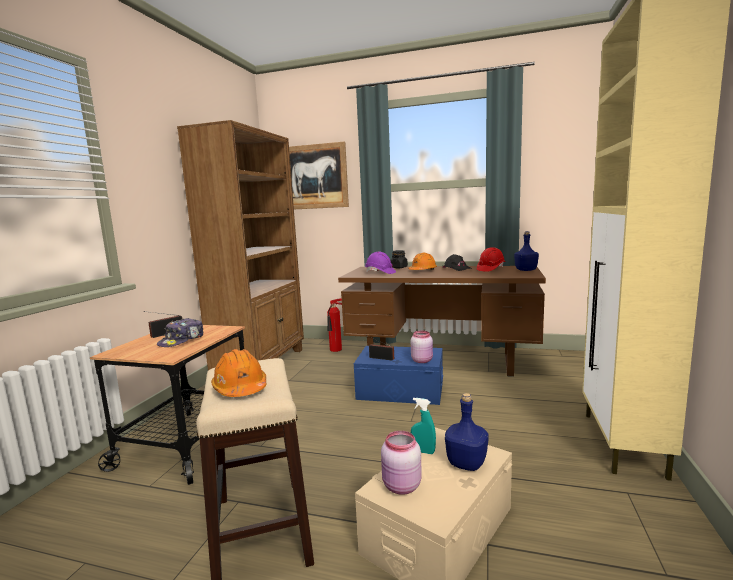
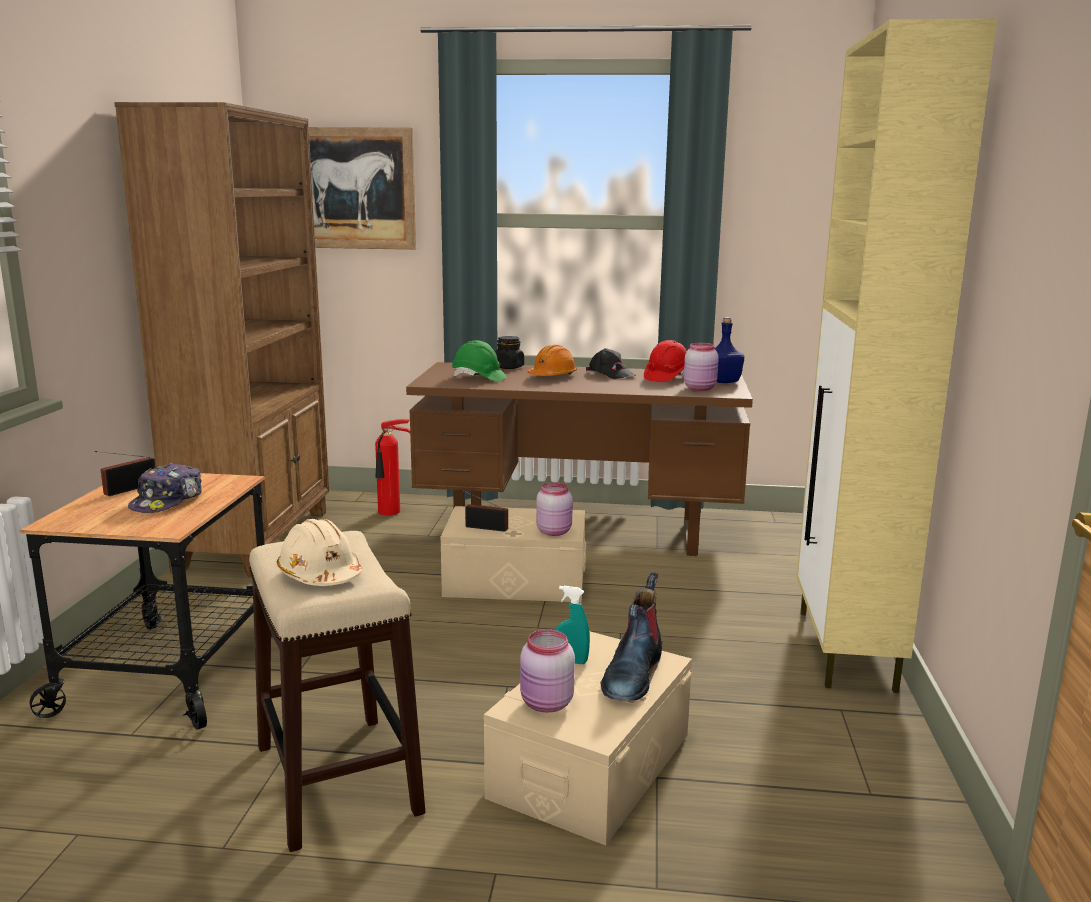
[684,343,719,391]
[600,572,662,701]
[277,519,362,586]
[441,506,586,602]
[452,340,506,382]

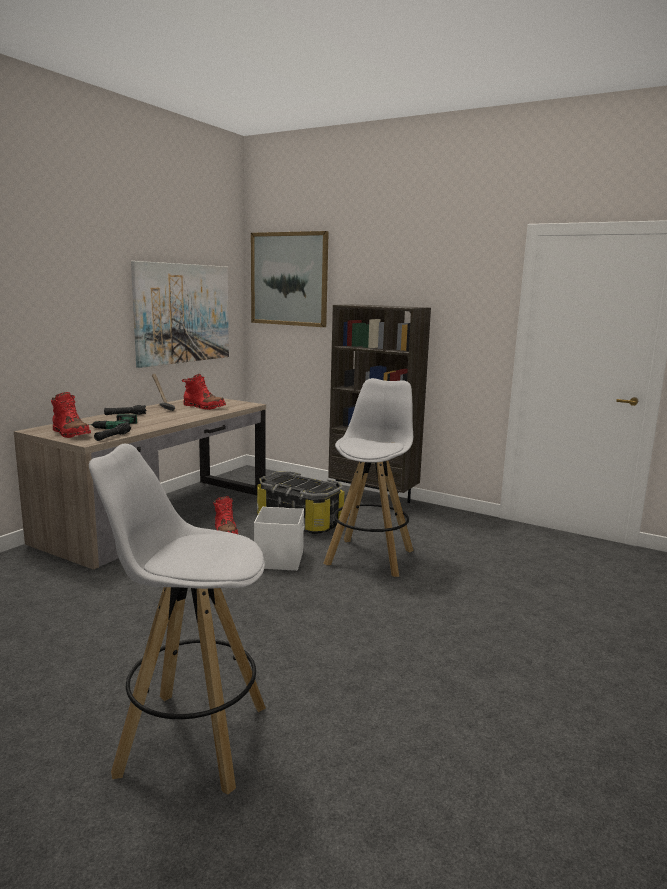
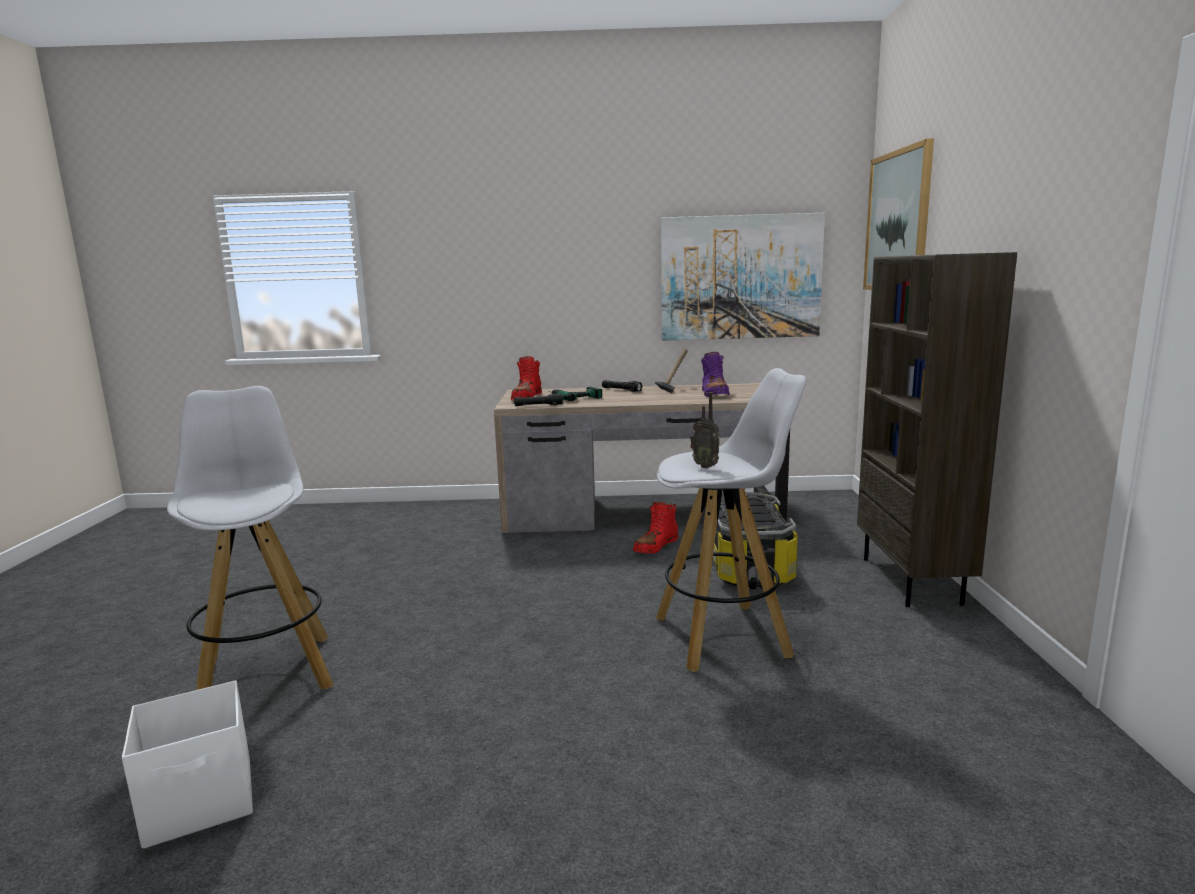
[690,392,720,468]
[122,680,253,849]
[701,352,730,397]

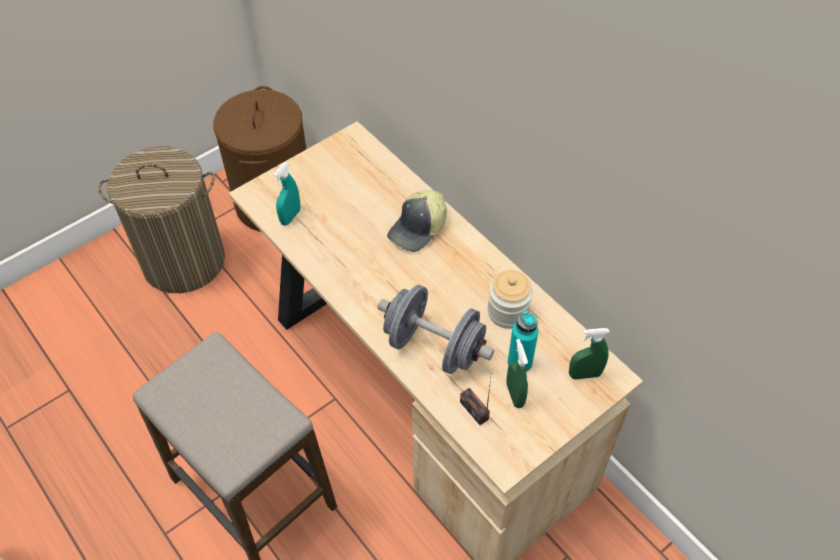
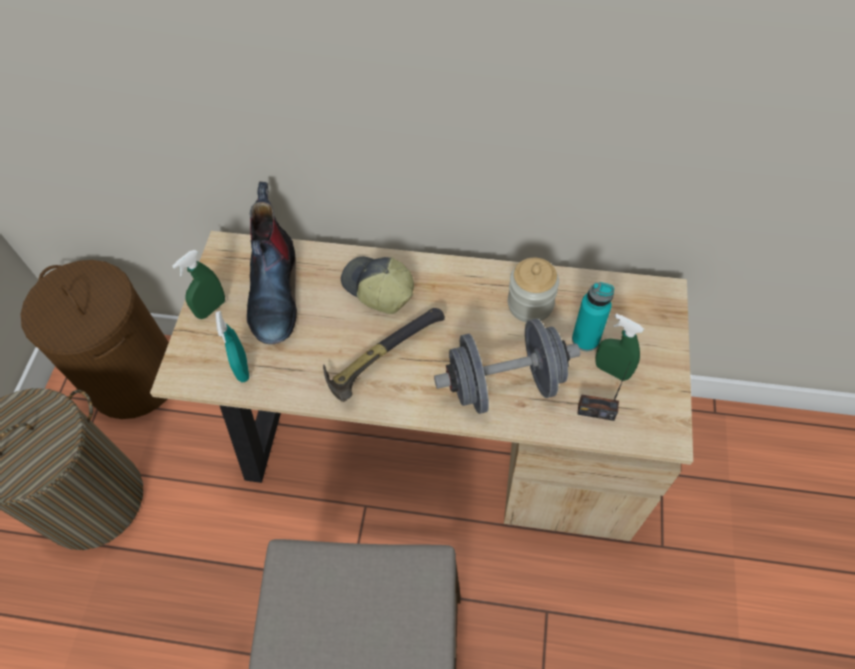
[247,182,297,344]
[323,308,445,402]
[172,250,225,319]
[341,257,414,314]

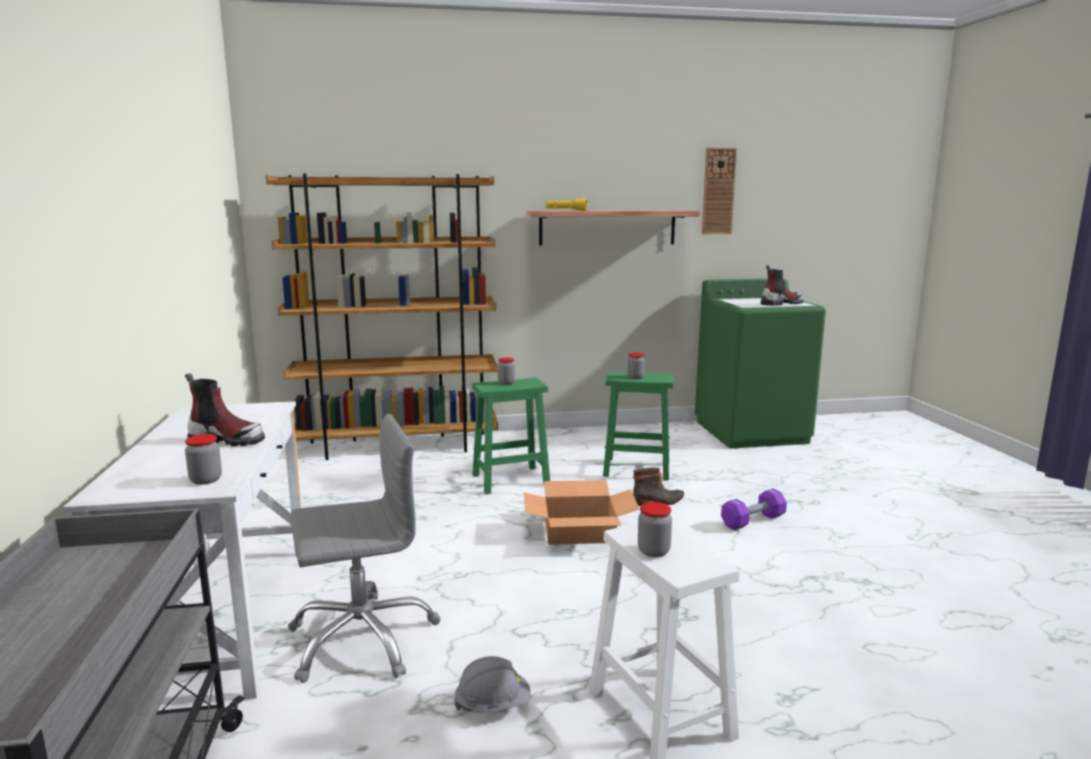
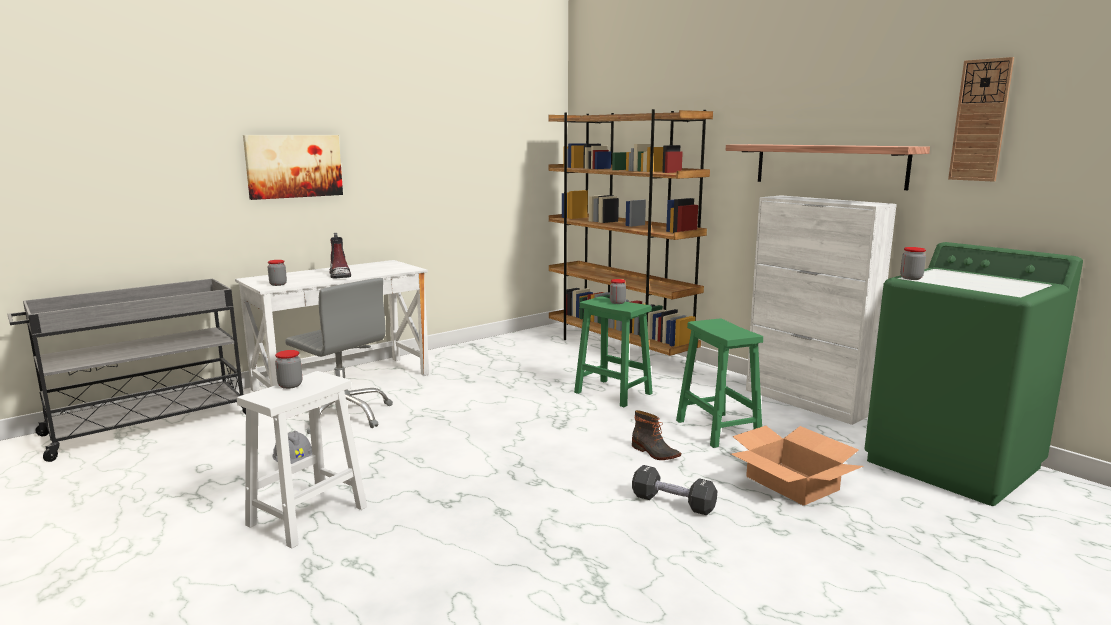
[545,198,587,211] (first image)
[761,265,804,306] (first image)
[243,135,343,200]
[746,195,897,425]
[731,426,864,506]
[900,247,926,280]
[632,465,717,515]

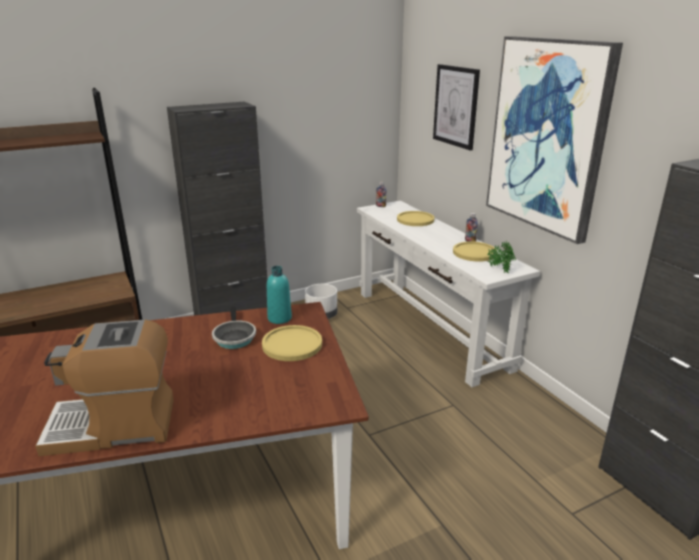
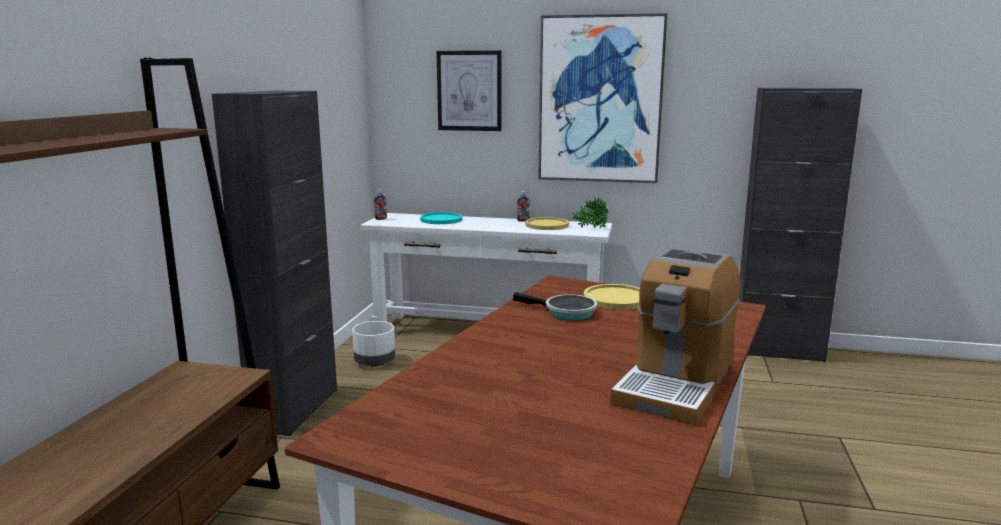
[267,266,292,324] (first image)
[420,212,462,224]

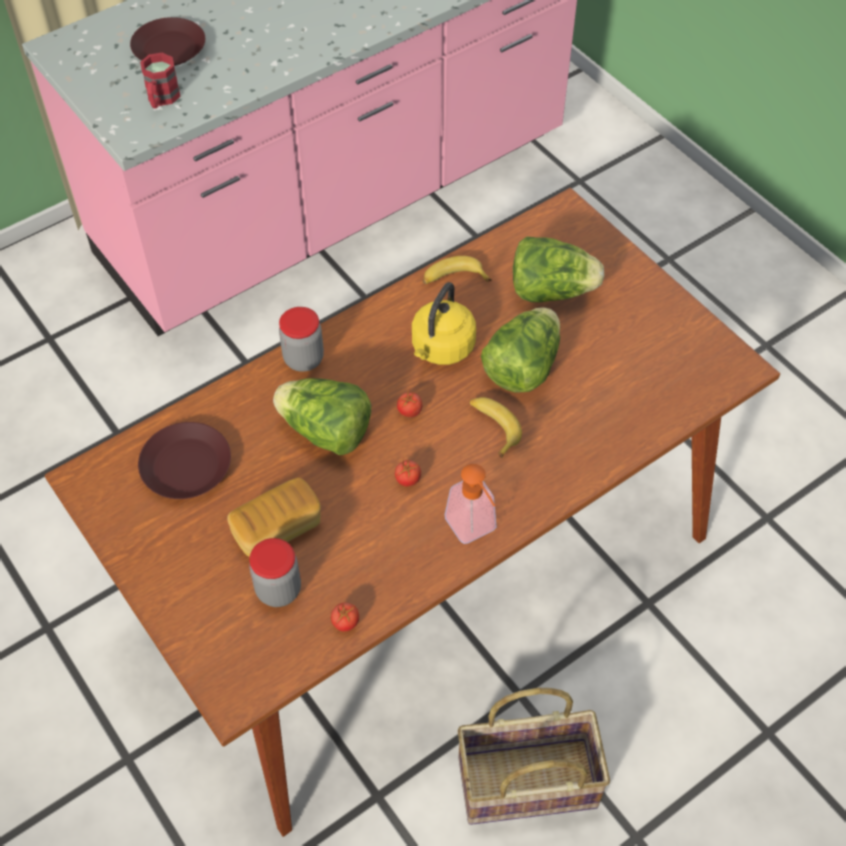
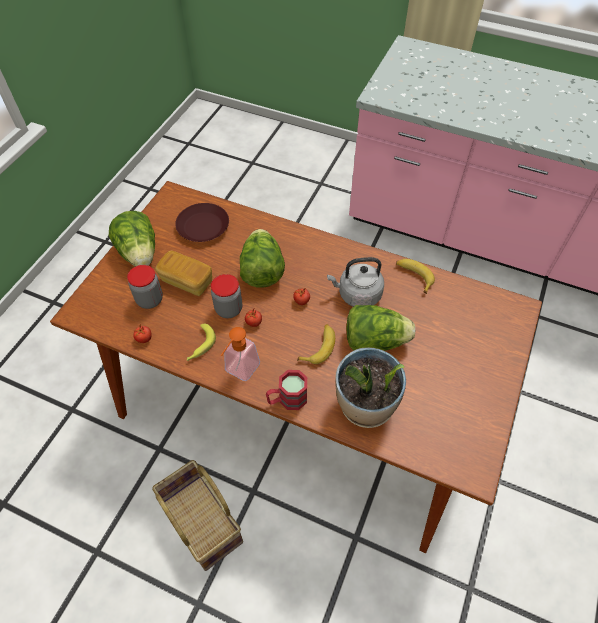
[130,17,205,66] (first image)
[187,324,216,361]
[335,348,406,428]
[266,370,307,410]
[211,274,242,318]
[109,211,155,267]
[327,257,384,307]

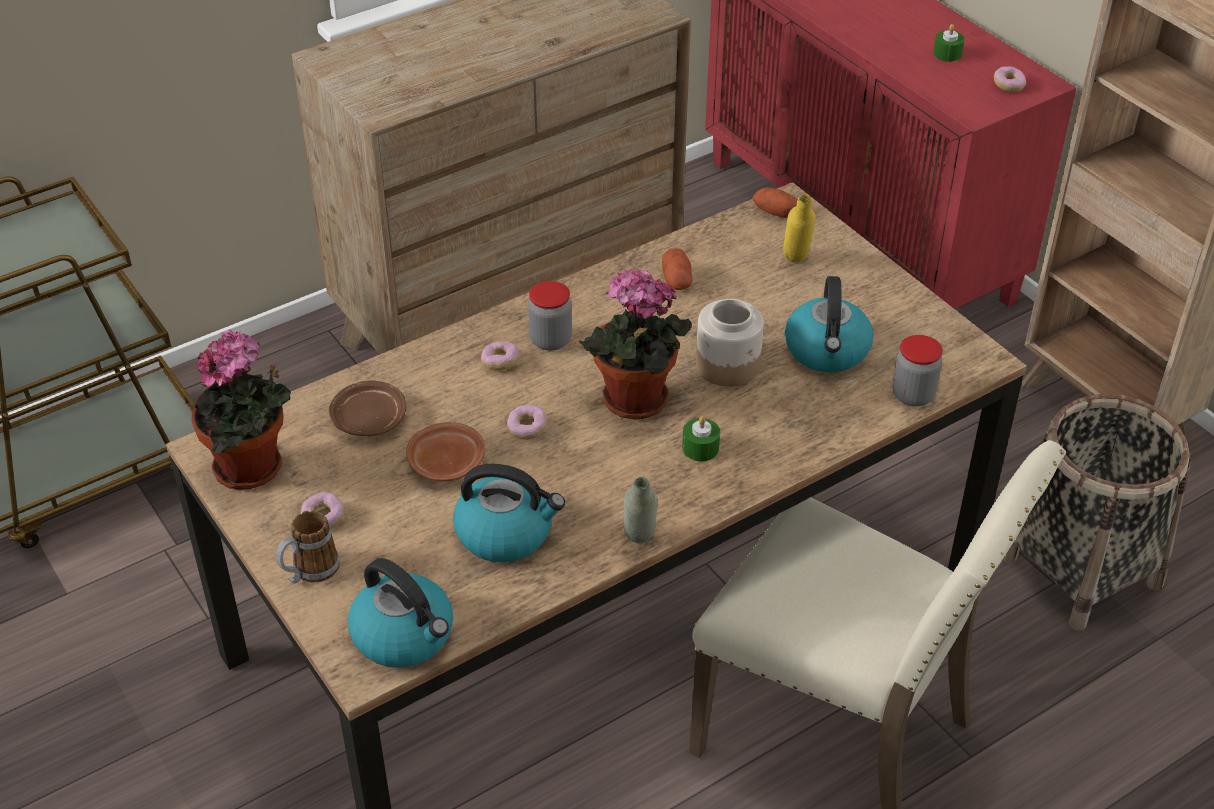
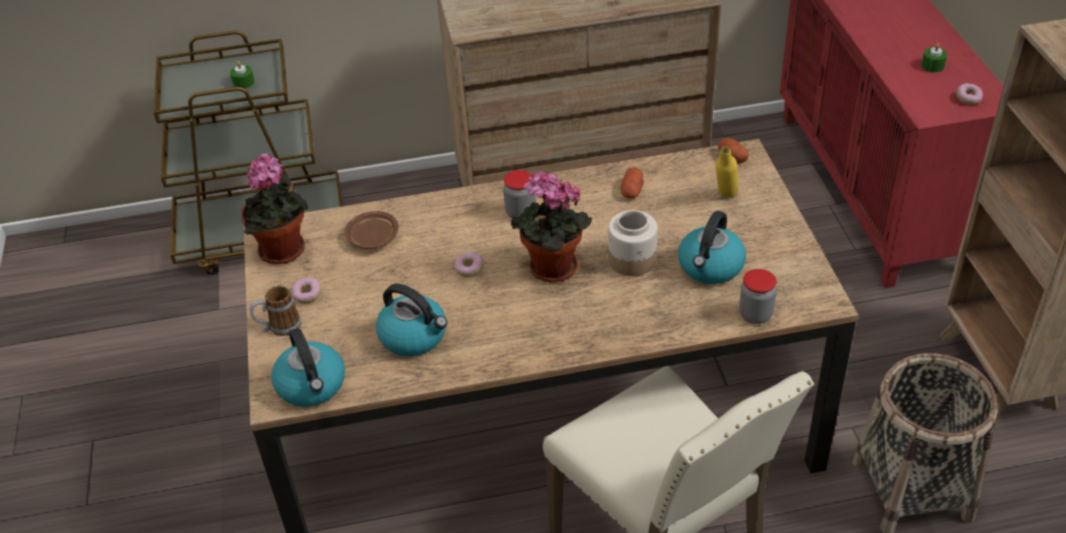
[406,422,485,481] (first image)
[481,341,519,371] (first image)
[624,477,657,543] (first image)
[230,61,255,89]

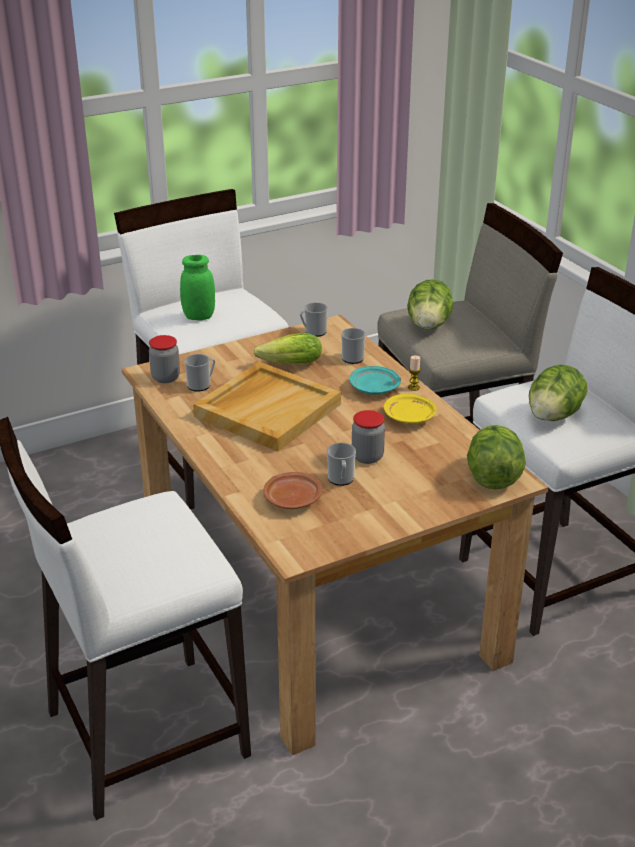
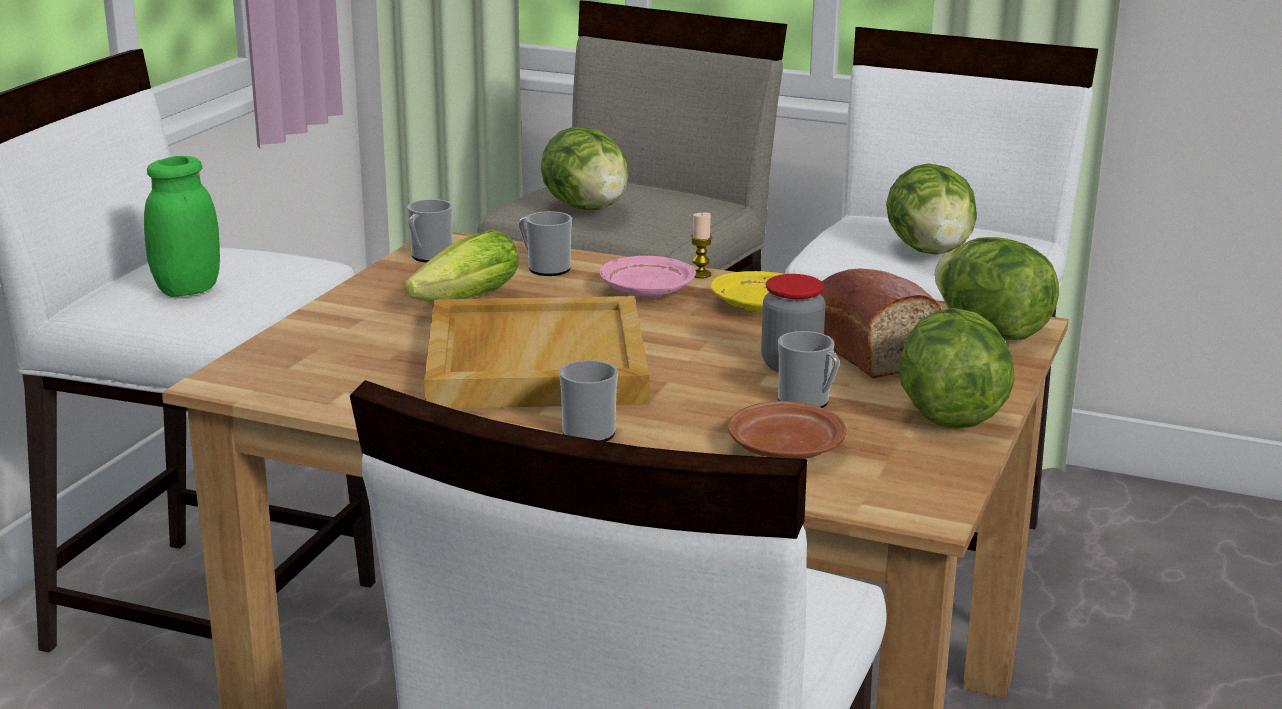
[149,335,180,383] (first image)
[820,268,942,378]
[899,308,1015,429]
[559,360,618,442]
[599,256,696,298]

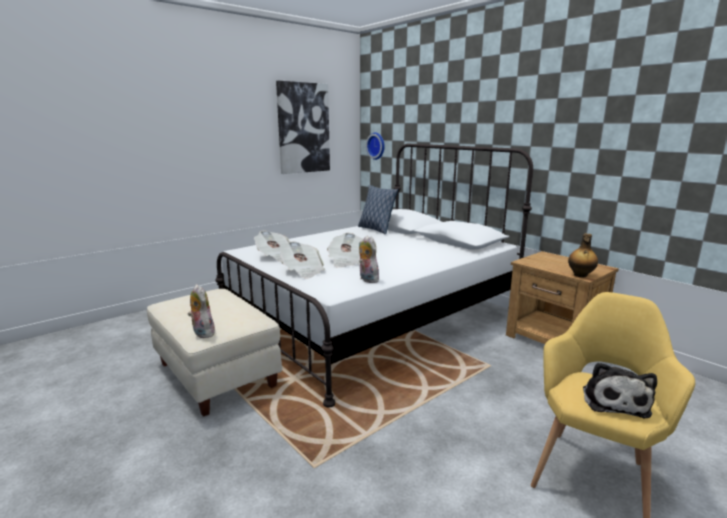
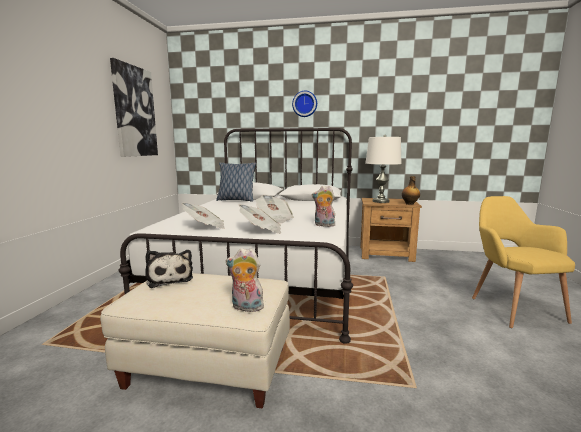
[365,135,402,203]
[292,91,317,117]
[145,250,193,288]

